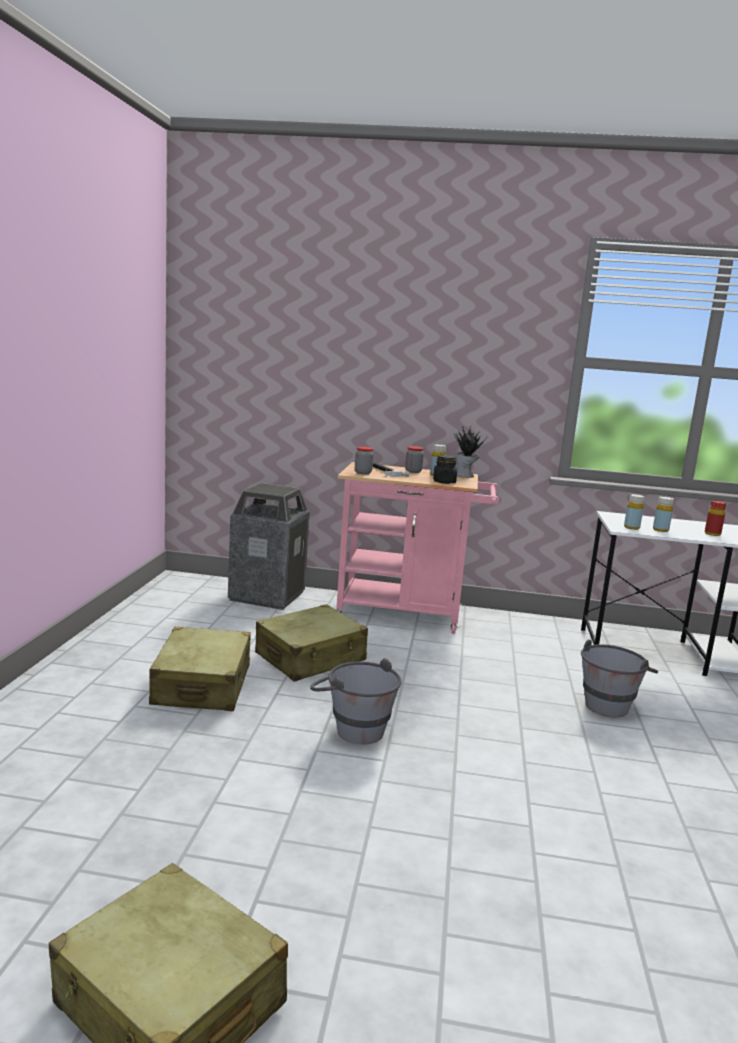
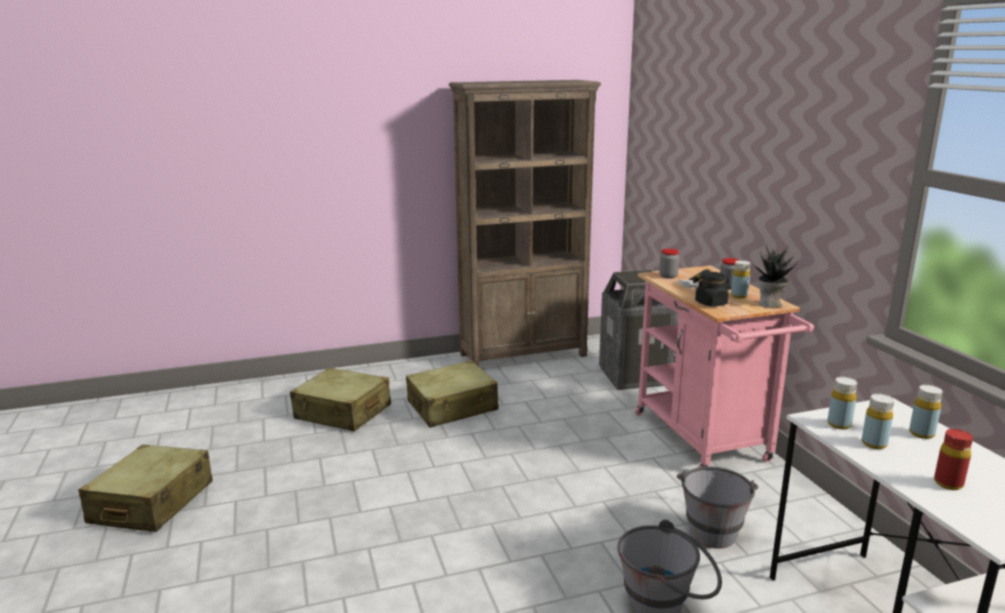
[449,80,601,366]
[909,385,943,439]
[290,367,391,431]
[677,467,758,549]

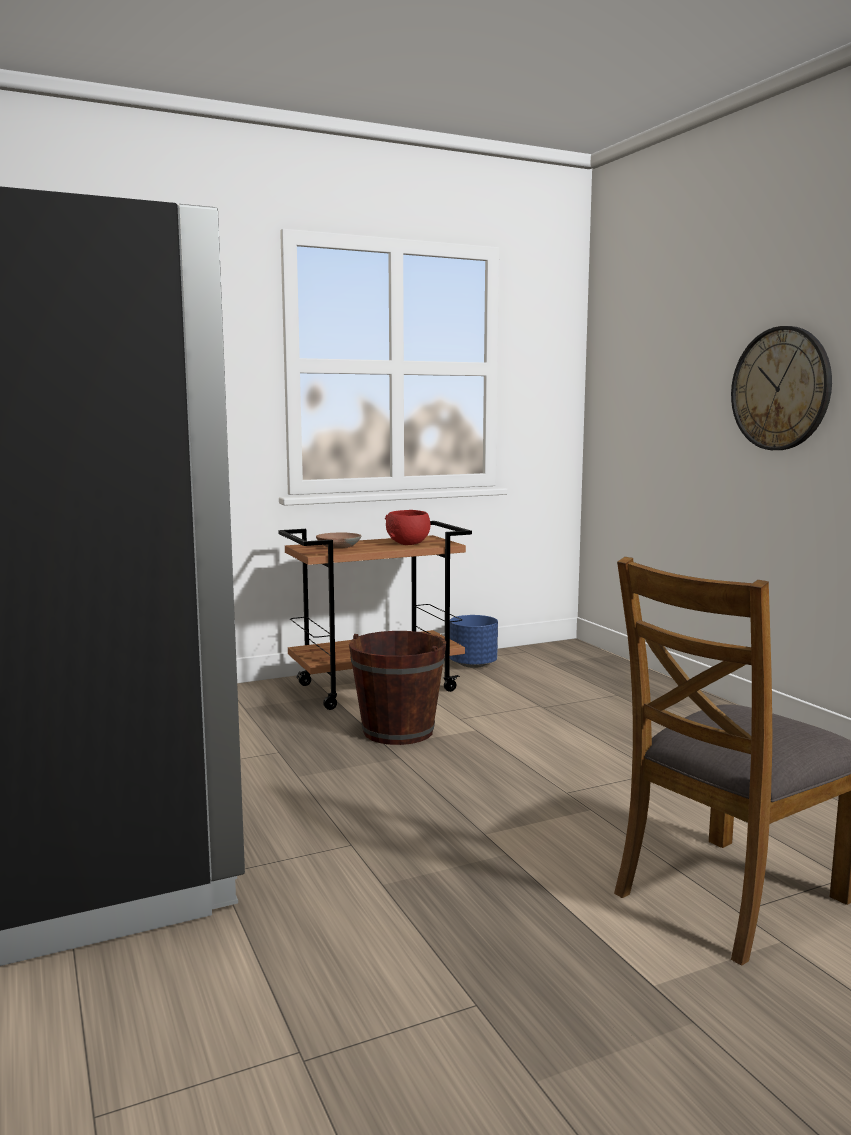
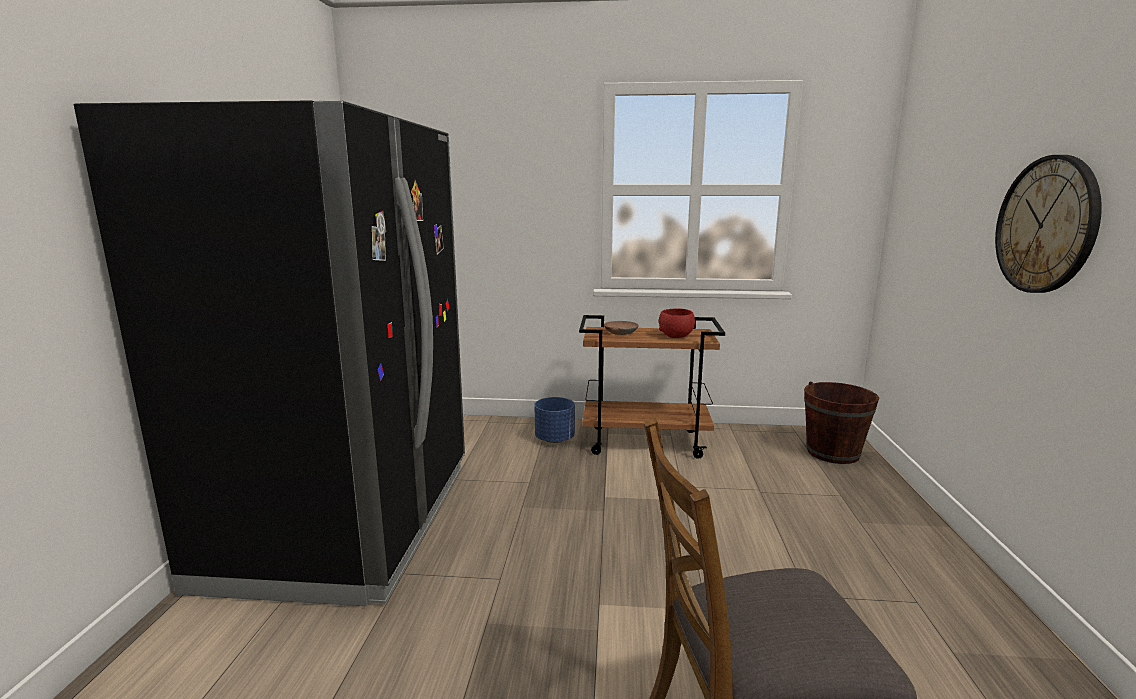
[804,382,879,464]
[535,397,575,443]

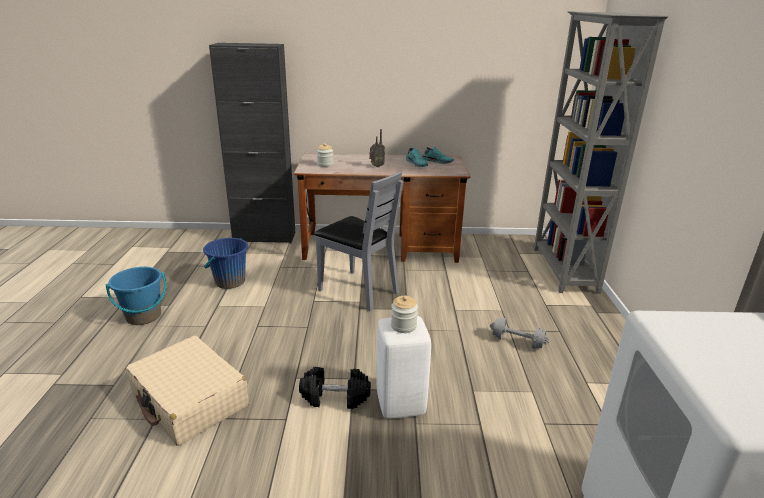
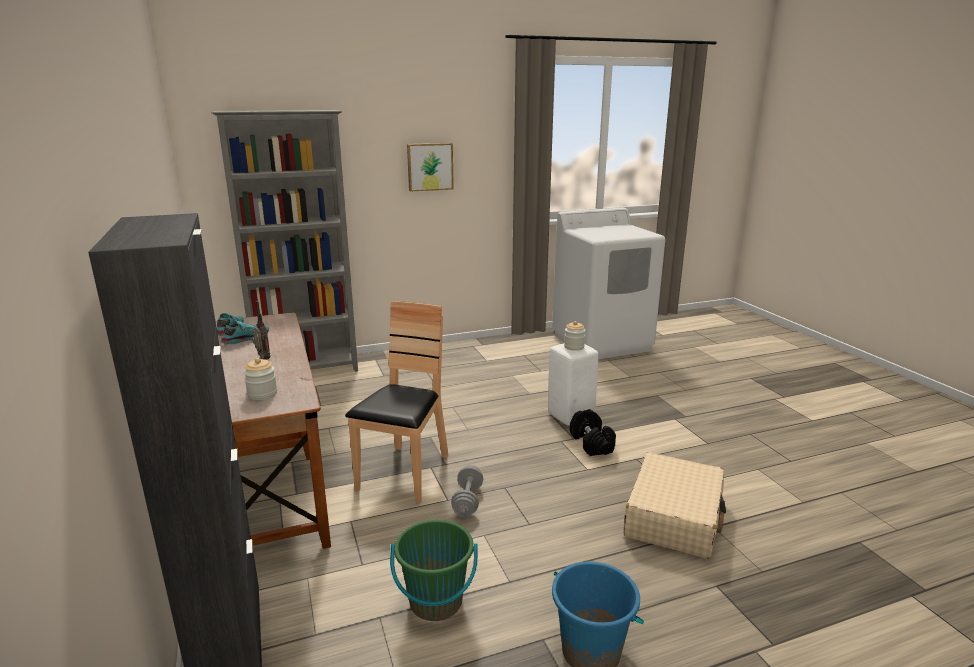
[407,143,454,192]
[451,465,483,517]
[390,520,478,621]
[345,301,449,504]

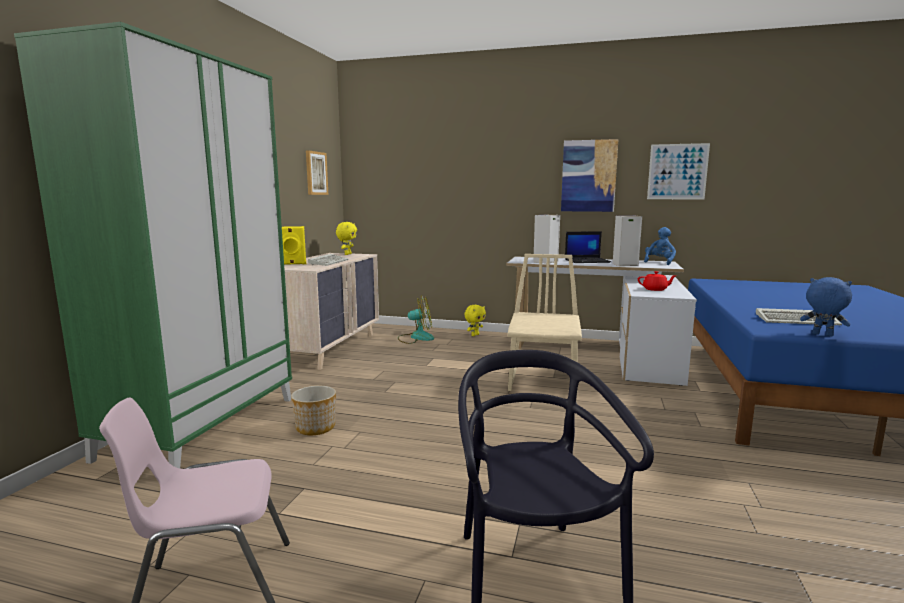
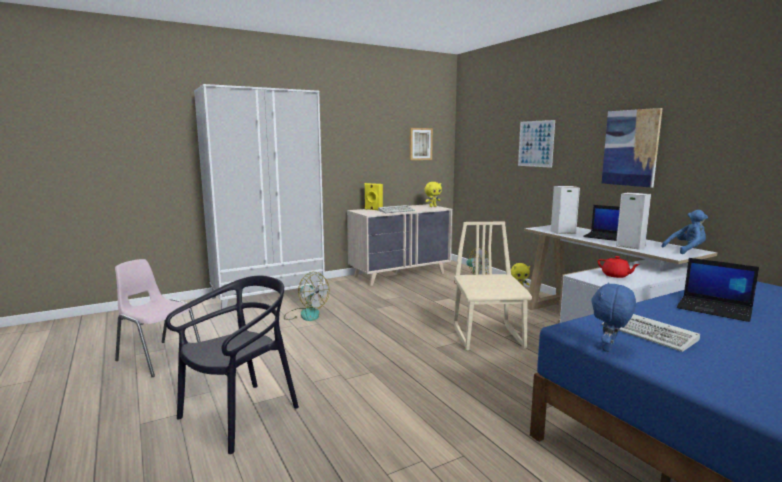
[677,258,759,322]
[518,120,555,168]
[284,272,329,321]
[194,84,325,315]
[453,222,532,350]
[591,282,636,352]

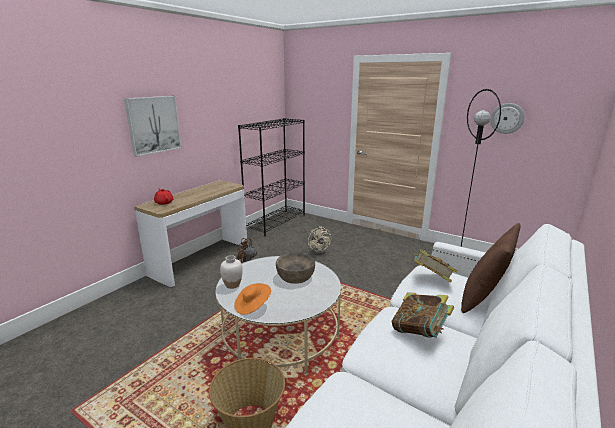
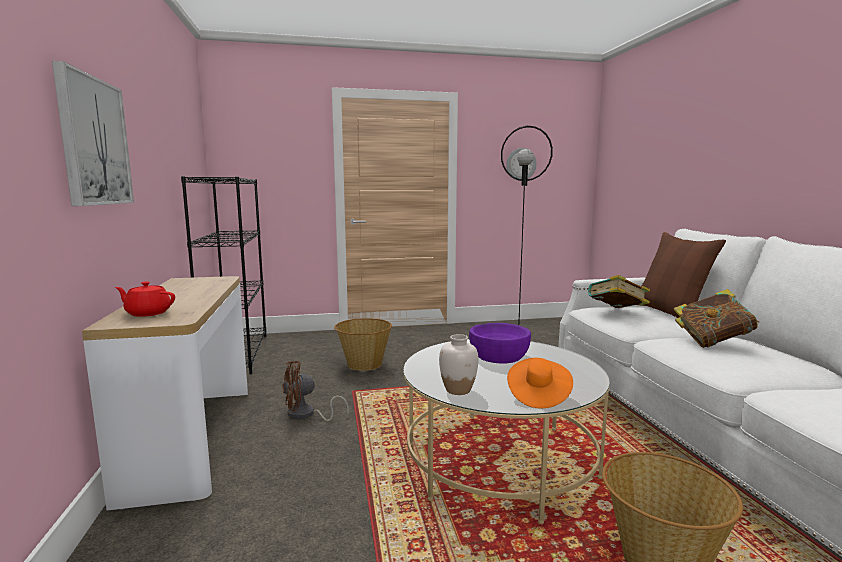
[334,318,392,371]
[469,323,531,364]

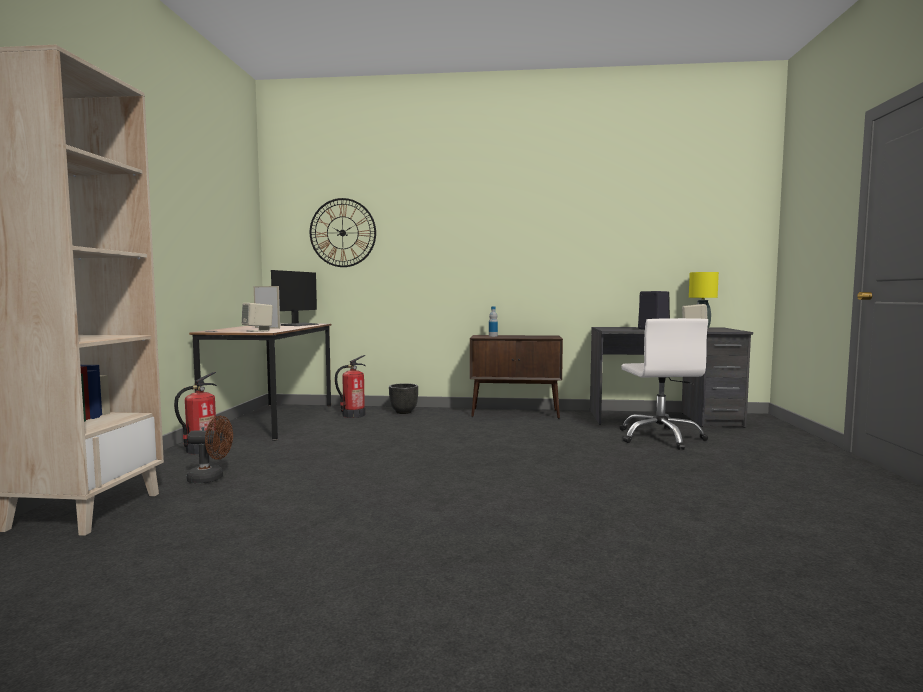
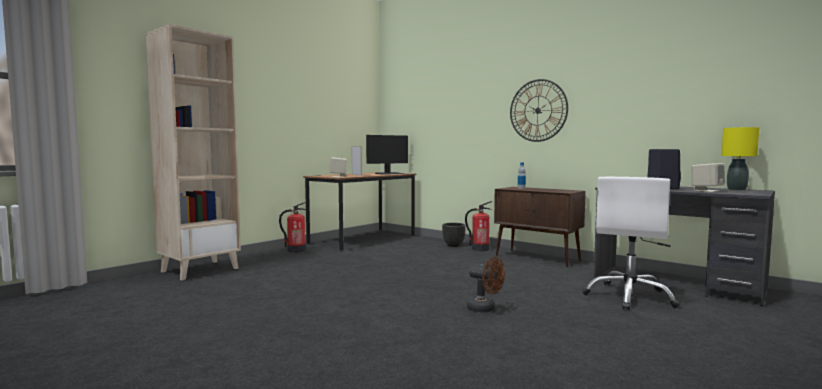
[467,257,505,312]
[510,79,568,142]
[465,201,492,251]

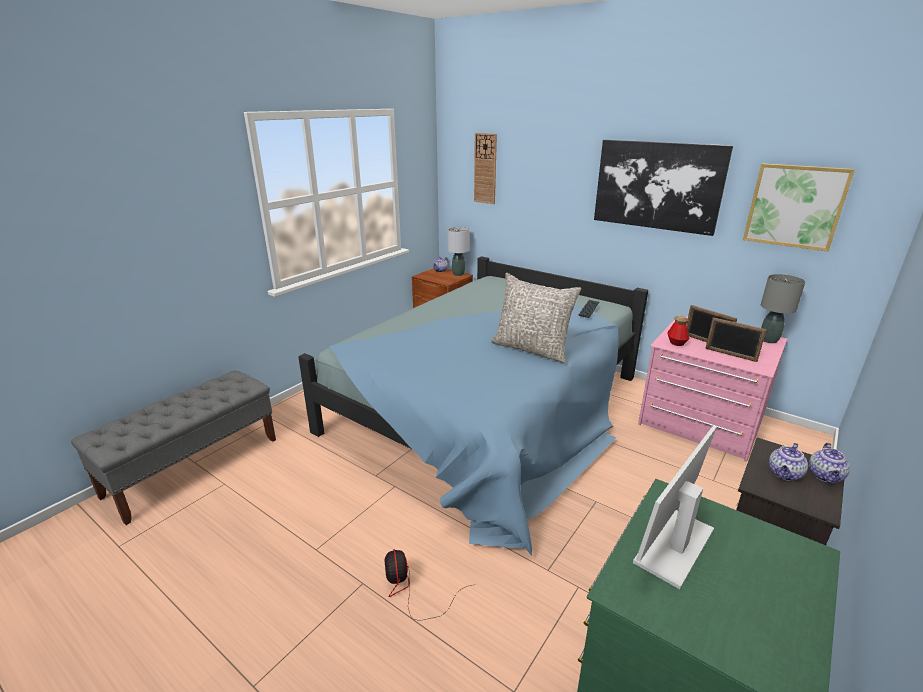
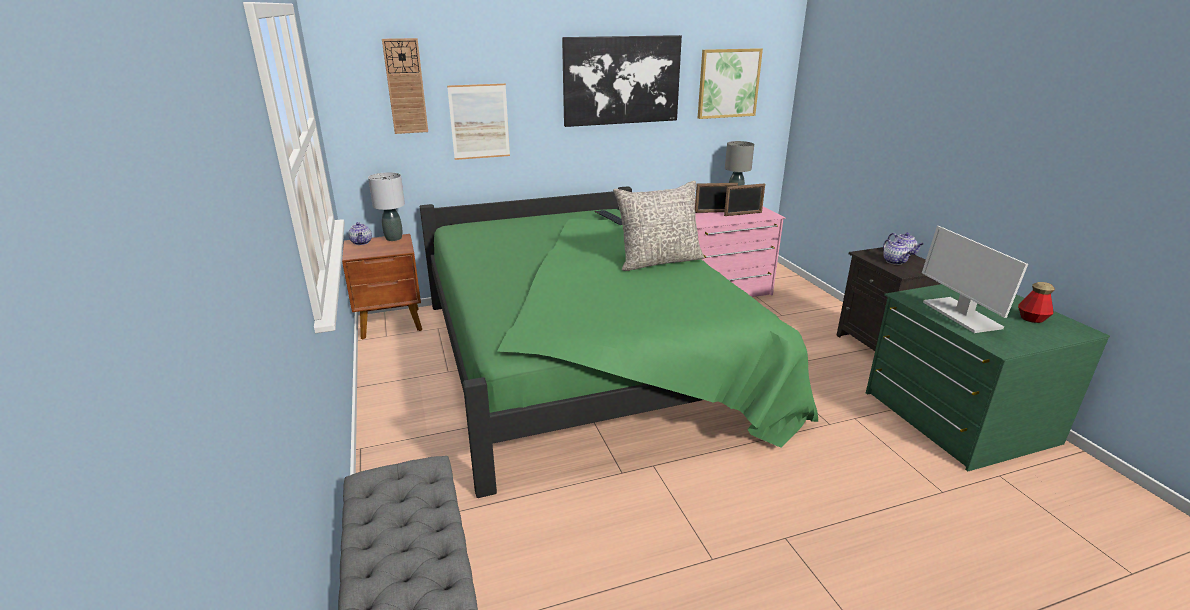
[385,549,472,621] (first image)
[447,83,510,160]
[1018,282,1055,323]
[420,186,818,498]

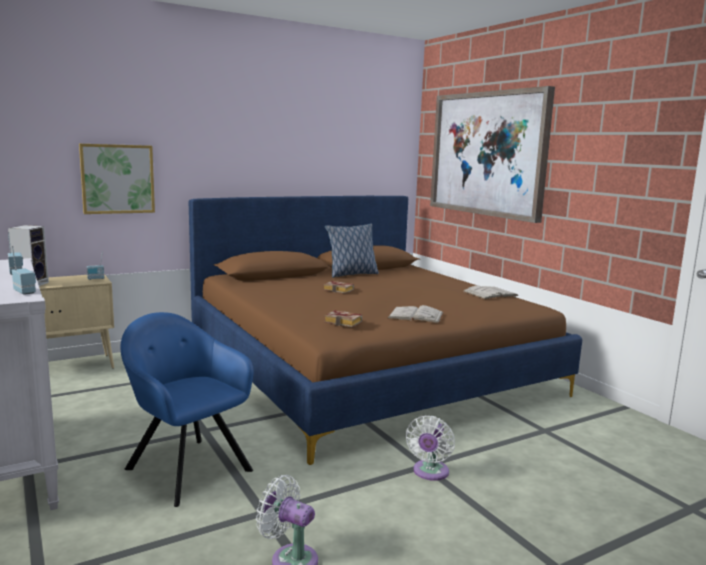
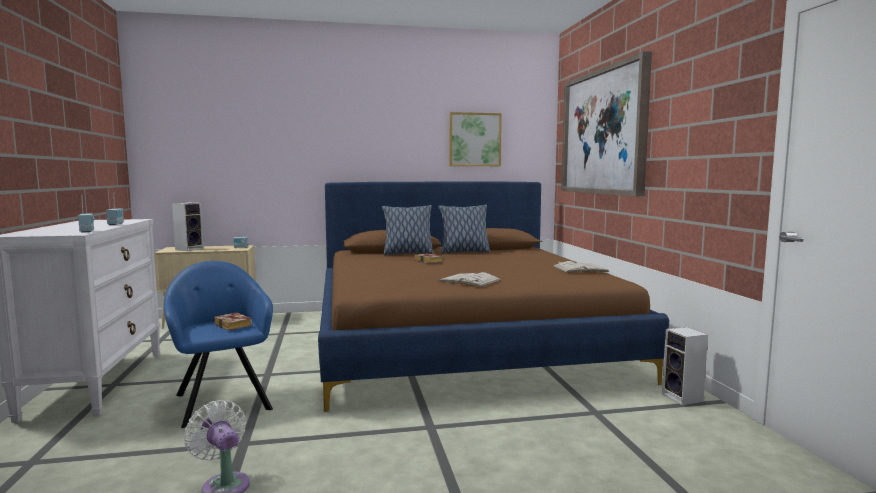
[406,415,455,481] (first image)
[381,205,434,255]
[662,327,708,405]
[449,112,502,166]
[214,312,252,331]

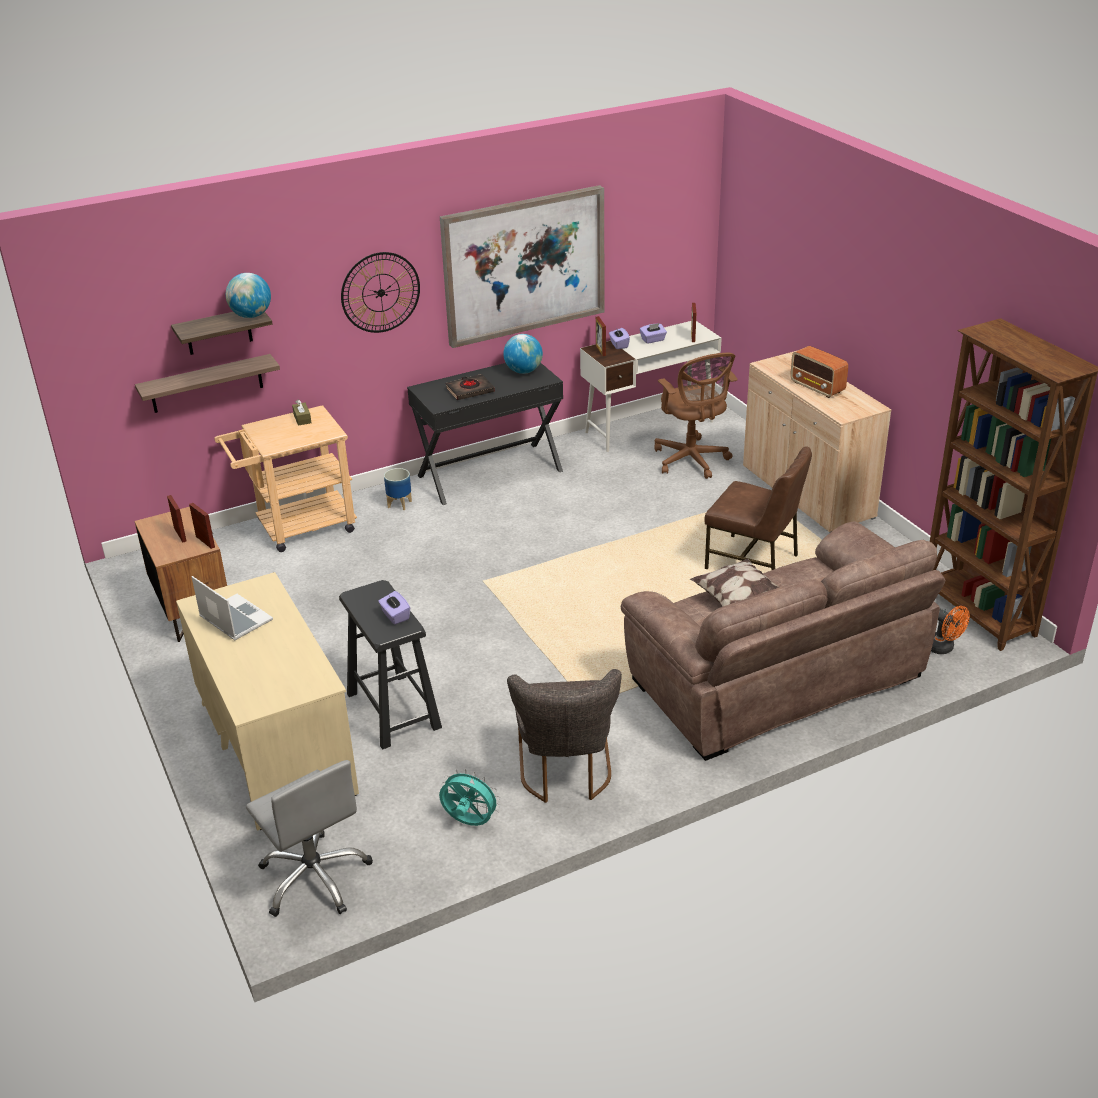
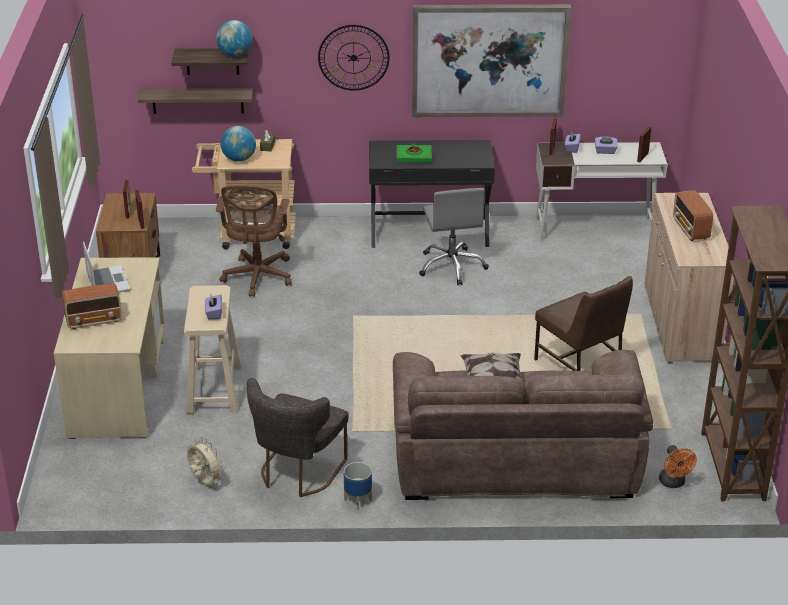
[62,283,122,329]
[419,188,489,285]
[344,462,372,510]
[221,126,256,162]
[216,185,292,297]
[184,285,242,414]
[187,437,225,485]
[396,144,432,162]

